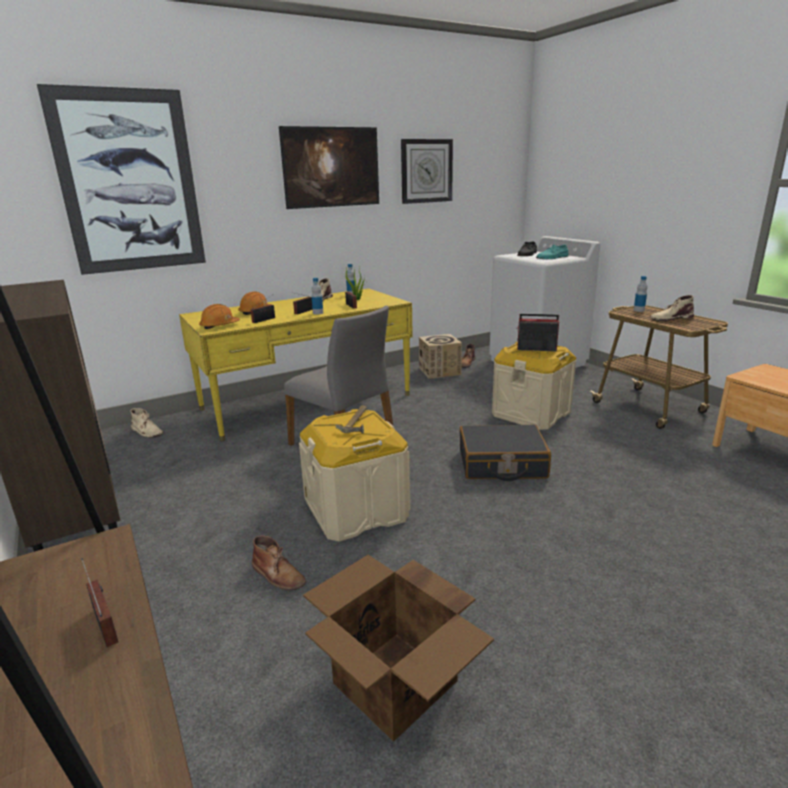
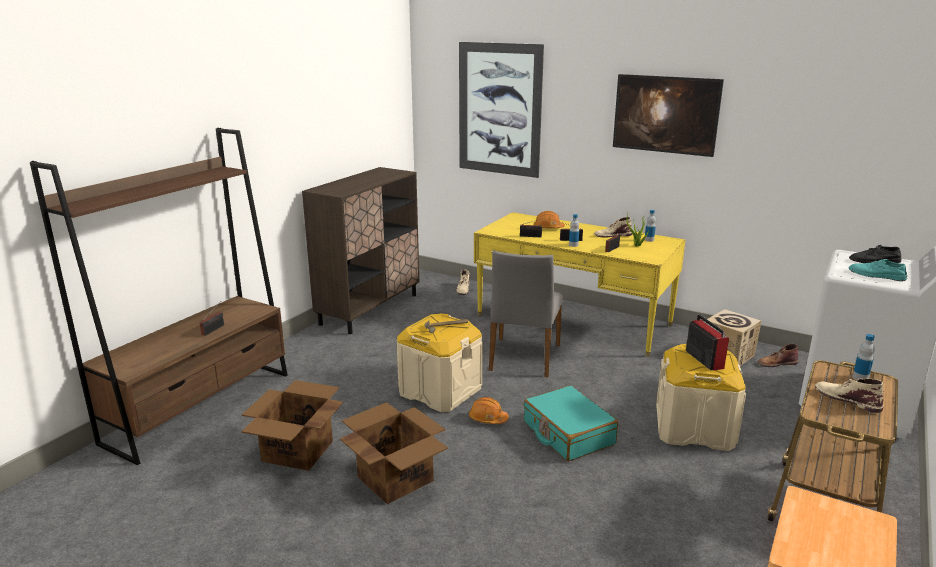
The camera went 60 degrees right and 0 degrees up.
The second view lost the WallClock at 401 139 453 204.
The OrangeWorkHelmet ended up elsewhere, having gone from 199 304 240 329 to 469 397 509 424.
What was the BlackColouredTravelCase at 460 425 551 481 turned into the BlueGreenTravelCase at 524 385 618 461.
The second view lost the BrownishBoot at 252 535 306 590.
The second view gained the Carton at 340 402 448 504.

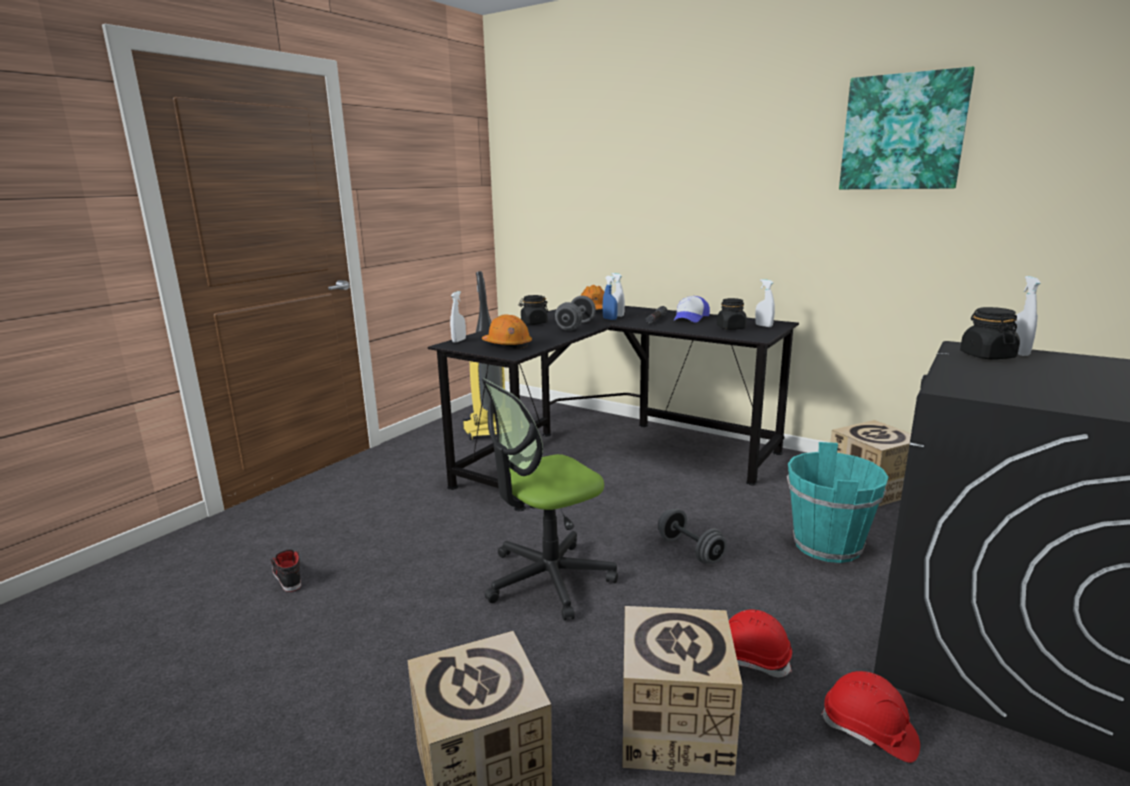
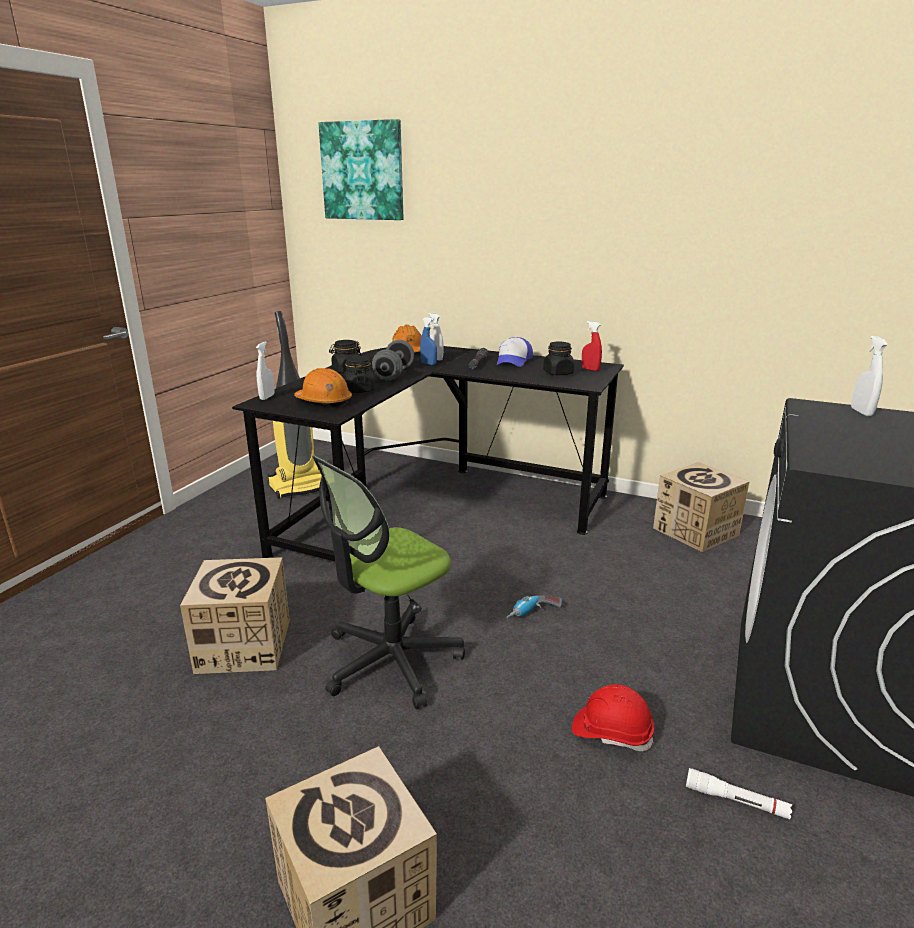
The camera went 10 degrees left and 5 degrees up.
The WallPicture ended up elsewhere, having gone from 839 67 975 189 to 319 119 403 220.
What was the WhiteSprayBottle at 755 279 775 327 turned into the RedColouredSprayBottle at 582 321 602 371.
The BlackColouredStorageJar ended up elsewhere, having gone from 960 307 1020 359 to 344 356 375 393.
The second view lost the BlueGreenWaterBucket at 787 442 888 563.
Where the GreyDumbbell stood at 658 509 727 564, the PowerDrill came to stand at 506 595 562 618.
The second view lost the BlackColouredLowShoe at 270 549 301 592.
The Carton ended up elsewhere, having gone from 623 606 742 776 to 180 557 290 674.
Where the RedColouredWorkHelmet stood at 821 671 920 763, the WhiteFlashlight came to stand at 686 768 792 819.

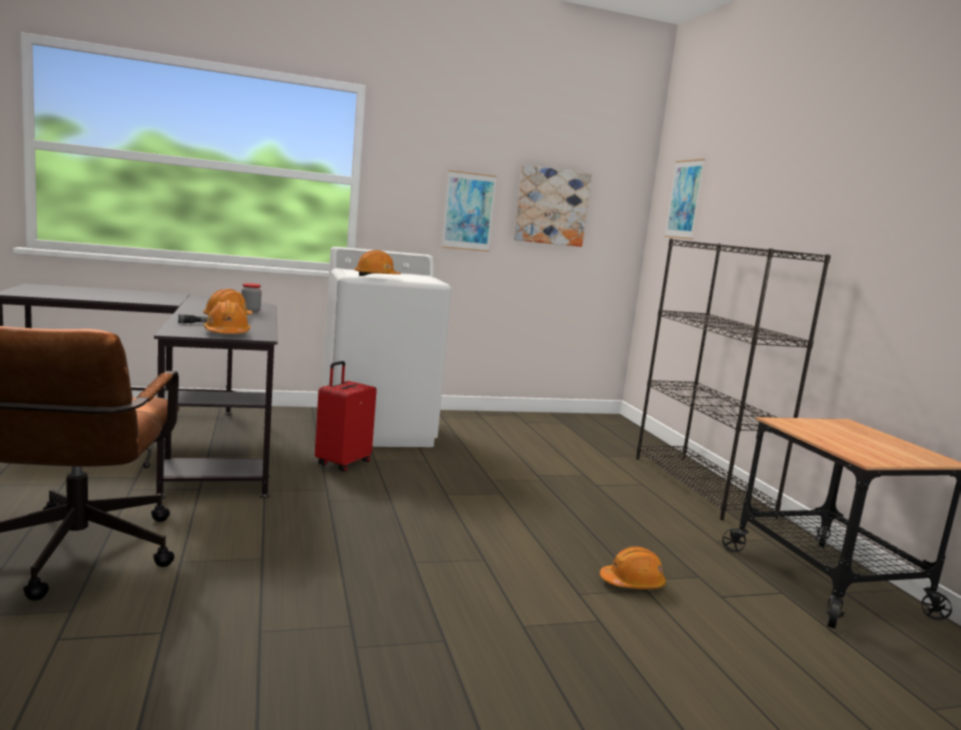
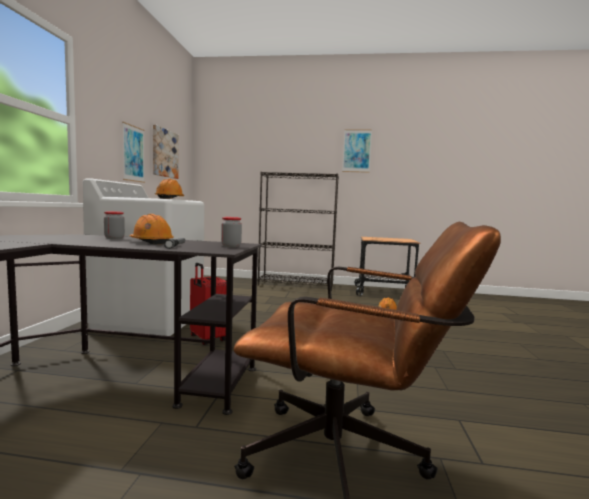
The camera went 65 degrees left and 5 degrees down.
The WallPicture ended up elsewhere, having gone from 664 159 705 240 to 342 129 372 173.
Where the OrangeWorkHelmet stood at 204 300 251 334, the StorageJar came to stand at 221 217 242 247.

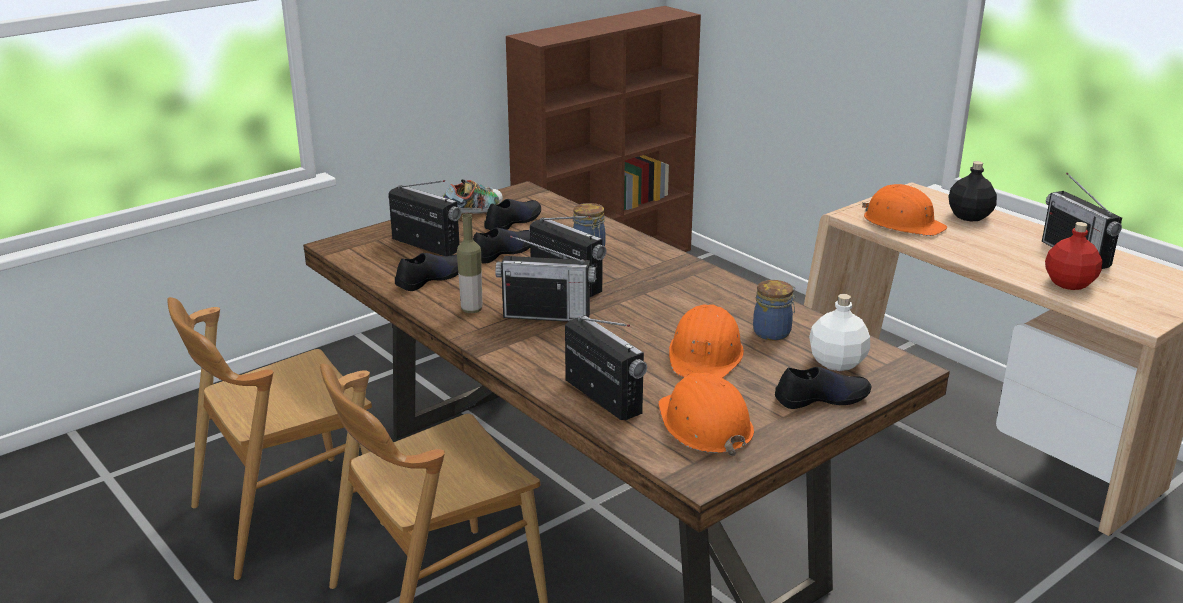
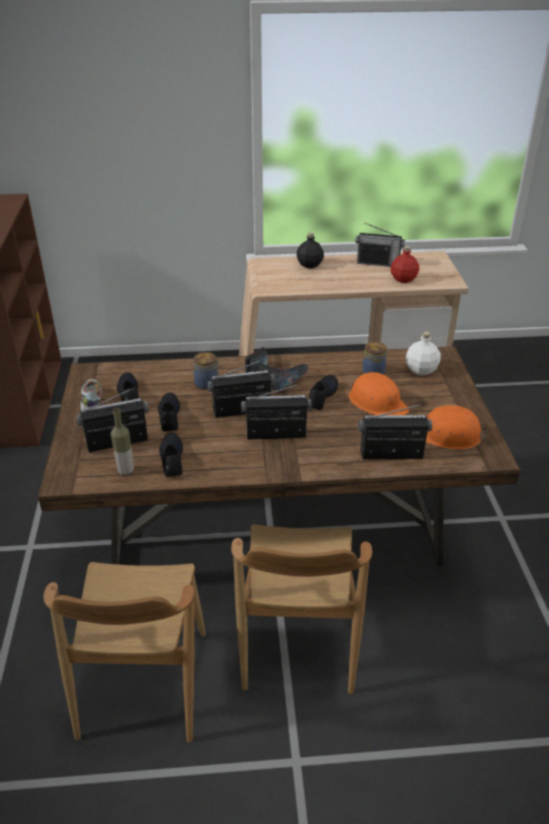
The camera went 55 degrees left and 10 degrees up.
The second view lost the OrangeWorkHelmet at 862 184 947 236.
The BeverageBottle ended up elsewhere, having gone from 457 214 483 313 to 111 408 134 476.
The Radio at 495 236 596 322 ended up facing another way, 135 degrees counterclockwise from before.
The BlackColouredLowShoe ended up elsewhere, having gone from 775 367 871 409 to 308 375 338 410.
The second view gained the PowerDrill at 245 347 308 391.

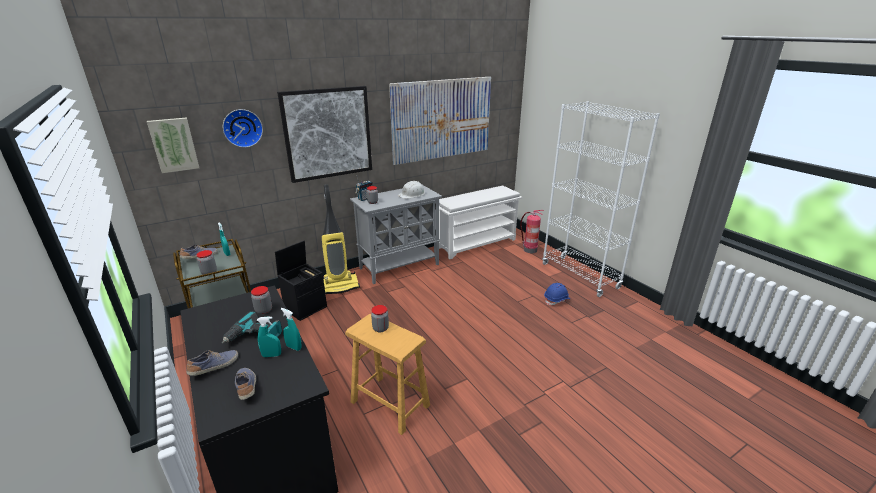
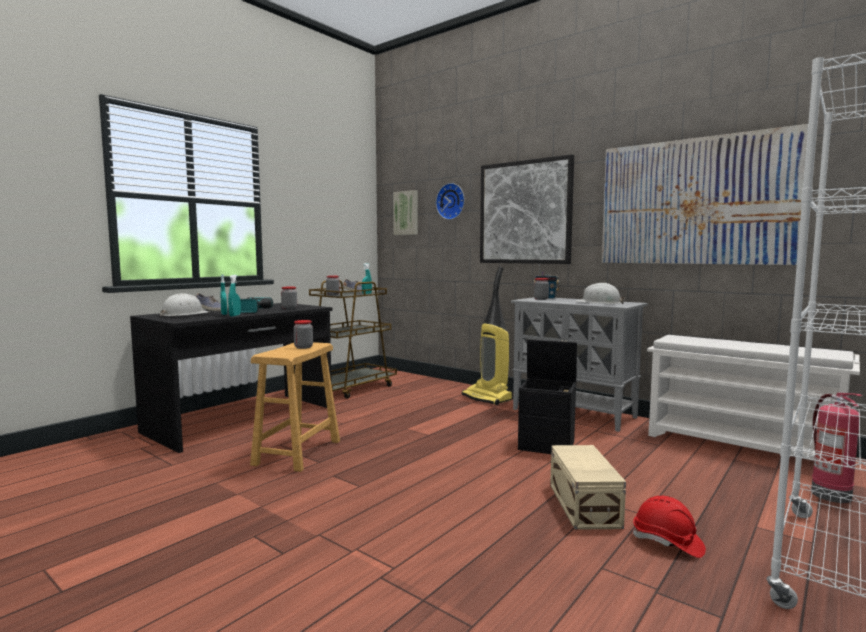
The camera went 70 degrees right and 20 degrees down.
The BlackColouredStorageBox ended up elsewhere, having gone from 275 240 327 321 to 518 339 577 454.
What was the BlueWorkHelmet at 544 283 570 305 turned into the RedColouredWorkHelmet at 632 496 706 558.
Where the LowShoe stood at 235 368 256 400, the WhiteWorkHelmet came to stand at 160 293 210 317.
The second view gained the BeigeColouredStorageBox at 550 445 626 530.

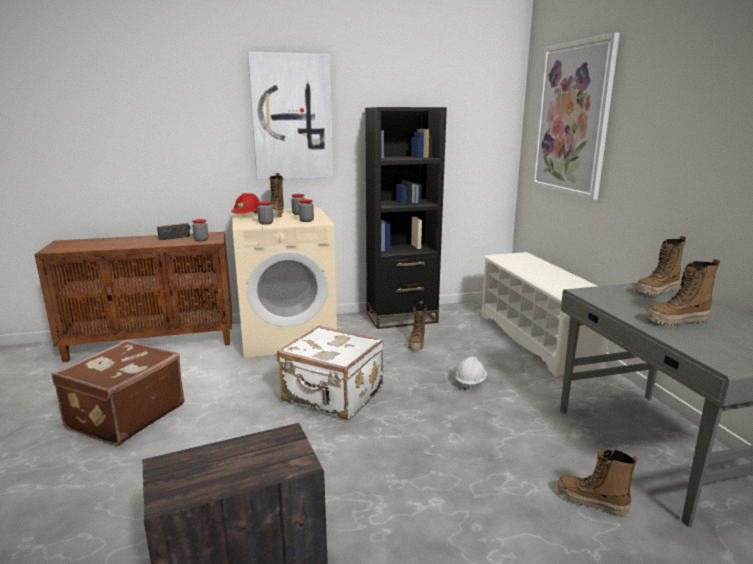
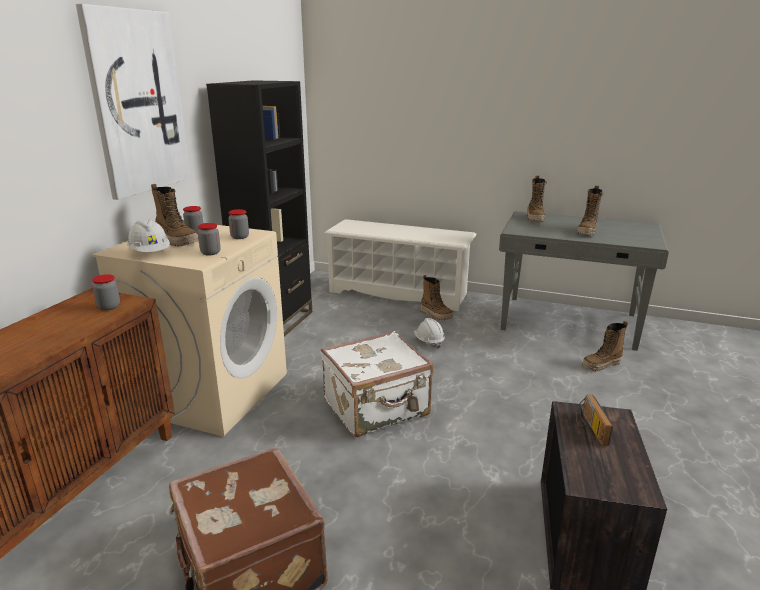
The camera went 55 degrees left and 5 degrees up.
The second view lost the WallPicture at 532 32 620 200.
What was the RedColouredWorkHelmet at 231 193 260 214 turned into the WhiteWorkHelmet at 127 219 170 252.
The Radio ended up elsewhere, having gone from 157 223 190 240 to 576 395 613 446.
The Boot ended up elsewhere, having gone from 408 301 427 349 to 420 275 453 321.

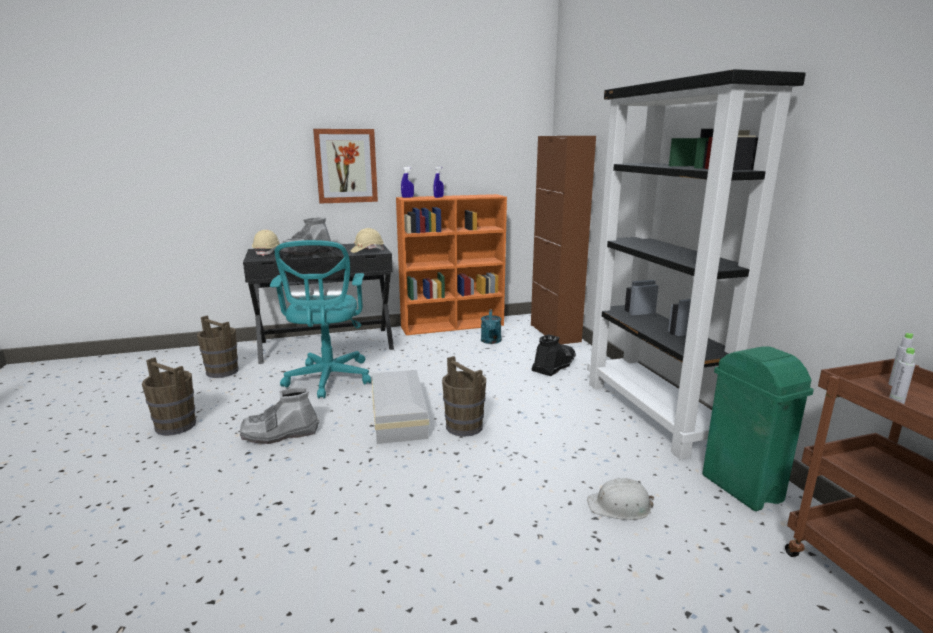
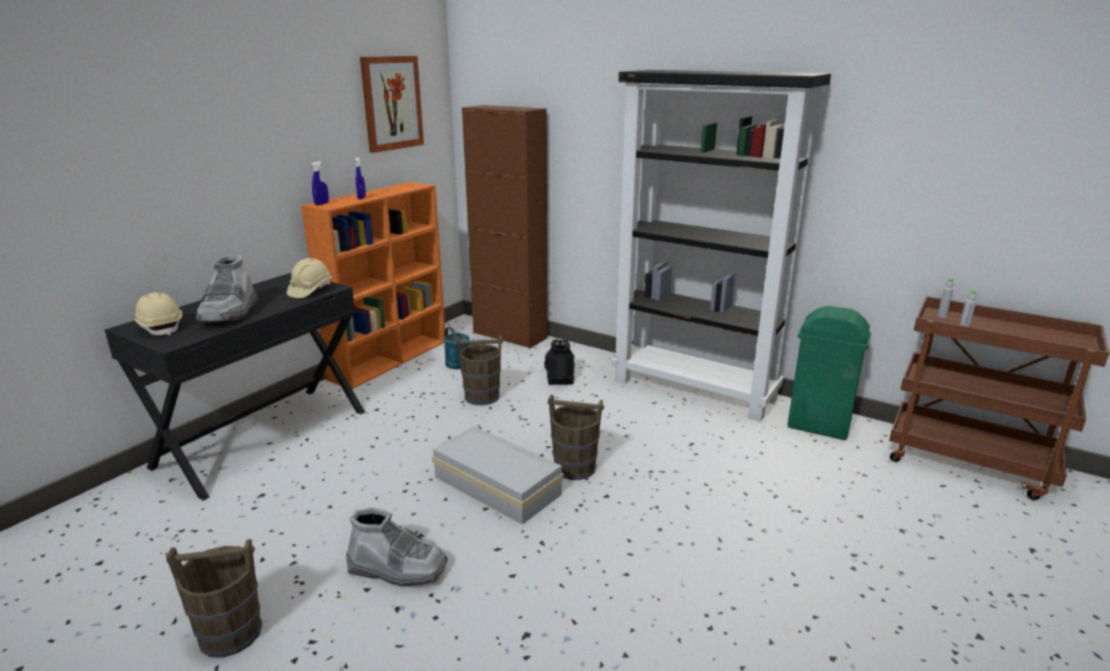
The camera went 40 degrees left and 5 degrees up.
The WallPicture ended up elsewhere, having gone from 313 129 378 204 to 360 56 424 153.
The second view lost the BlueGreenDeskChair at 270 240 371 399.
The BrownishWaterBucket ended up elsewhere, having gone from 197 316 239 378 to 456 335 503 406.
The GreyBoot at 240 387 318 444 ended up facing another way, 105 degrees counterclockwise from before.
The second view lost the WhiteWorkHelmet at 587 478 654 520.

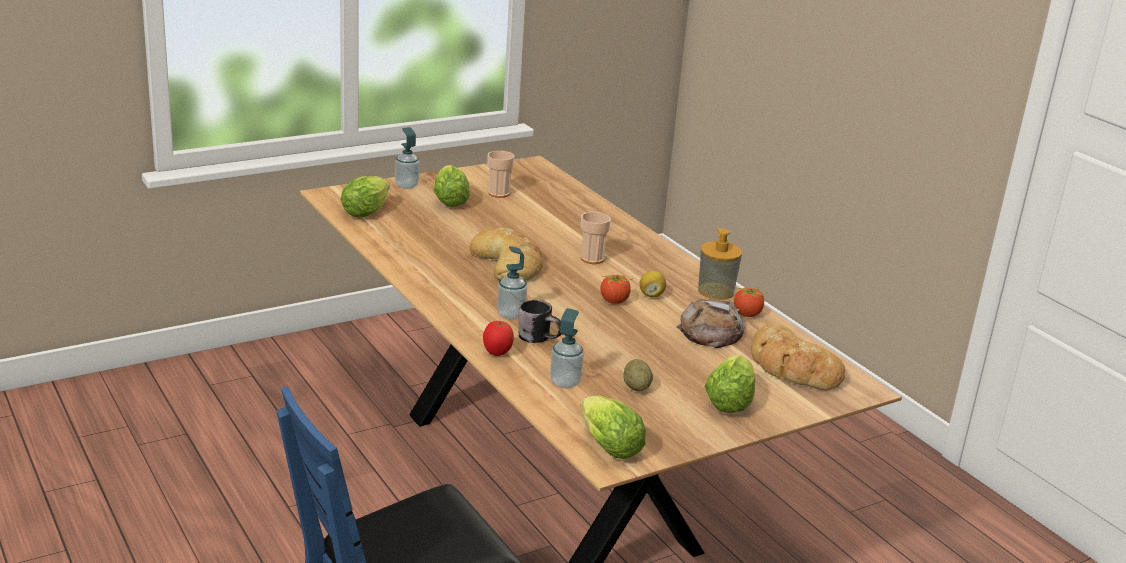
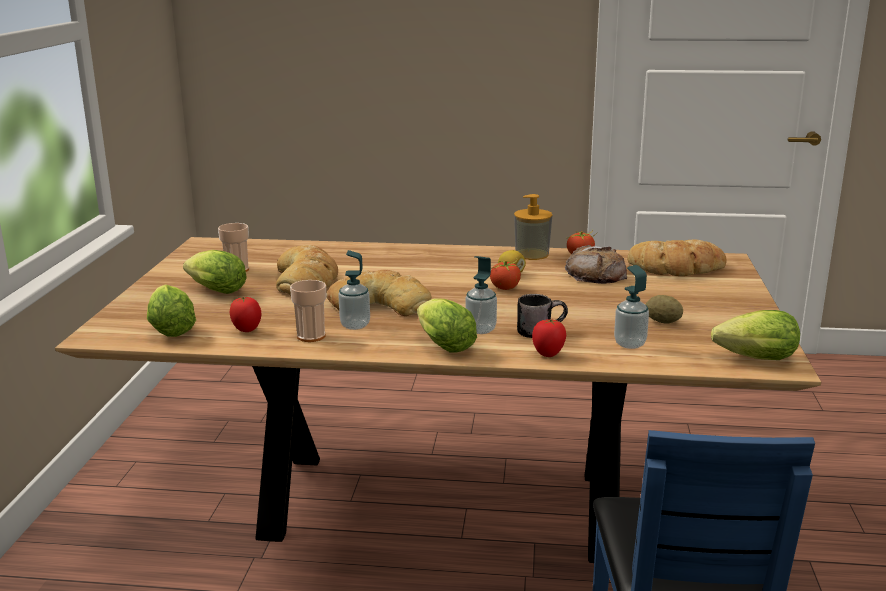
The camera went 50 degrees left and 5 degrees down.
The SoapBottle ended up elsewhere, having gone from 395 127 419 189 to 338 250 370 330.
The Cup ended up elsewhere, having gone from 581 212 611 264 to 290 280 326 342.
The LettuceHead ended up elsewhere, having gone from 705 355 756 413 to 417 299 477 352.
The second view gained the BakeryBread at 276 245 338 295.
The second view gained the WholeTomato at 230 296 261 332.

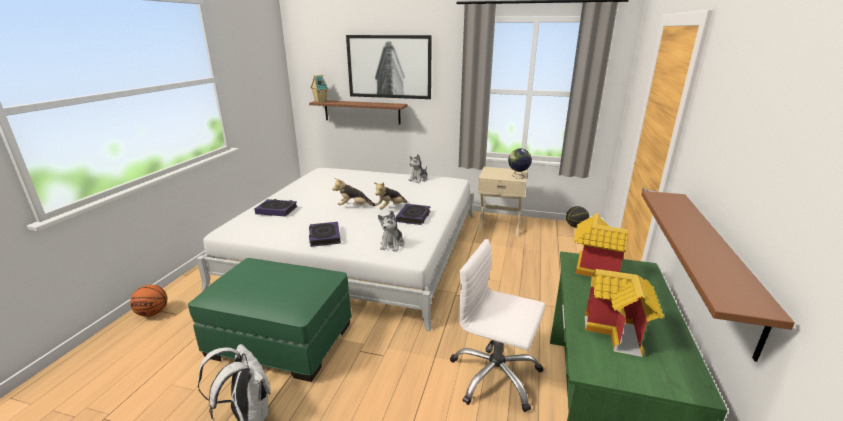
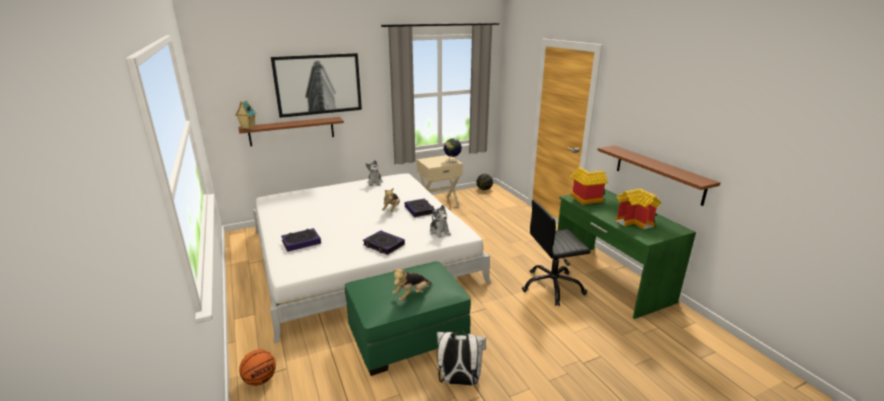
The camera went 40 degrees left and 0 degrees up.
The SoftToy ended up elsewhere, having gone from 332 178 376 206 to 392 269 432 301.
What was the WhiteDeskChair at 450 239 545 412 turned into the BlackColouredDeskChair at 522 200 591 306.

